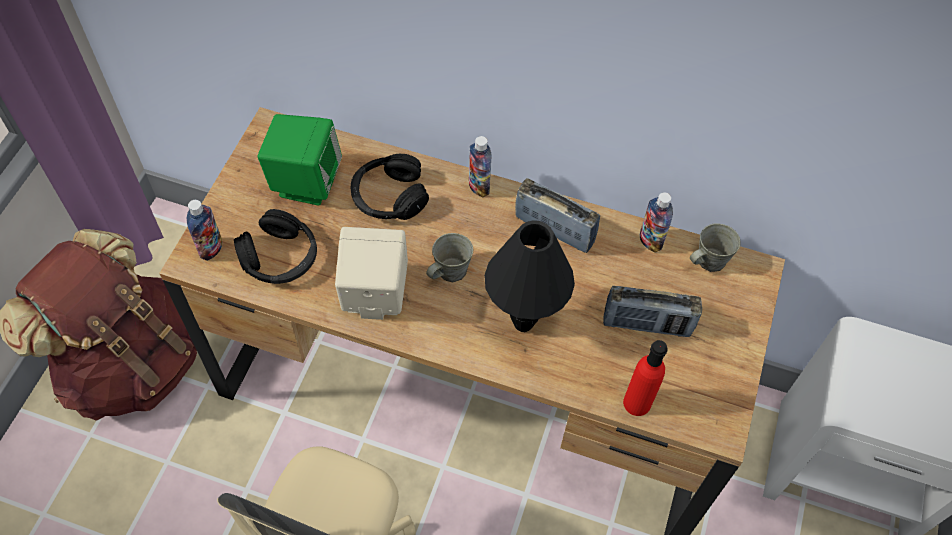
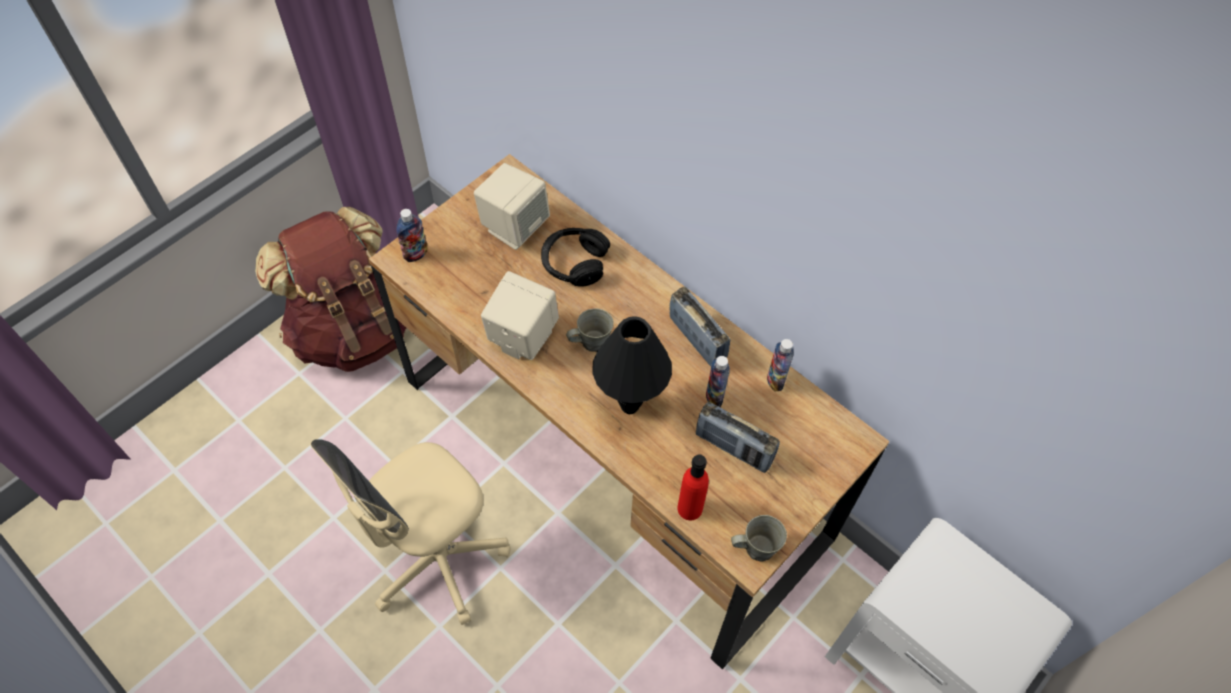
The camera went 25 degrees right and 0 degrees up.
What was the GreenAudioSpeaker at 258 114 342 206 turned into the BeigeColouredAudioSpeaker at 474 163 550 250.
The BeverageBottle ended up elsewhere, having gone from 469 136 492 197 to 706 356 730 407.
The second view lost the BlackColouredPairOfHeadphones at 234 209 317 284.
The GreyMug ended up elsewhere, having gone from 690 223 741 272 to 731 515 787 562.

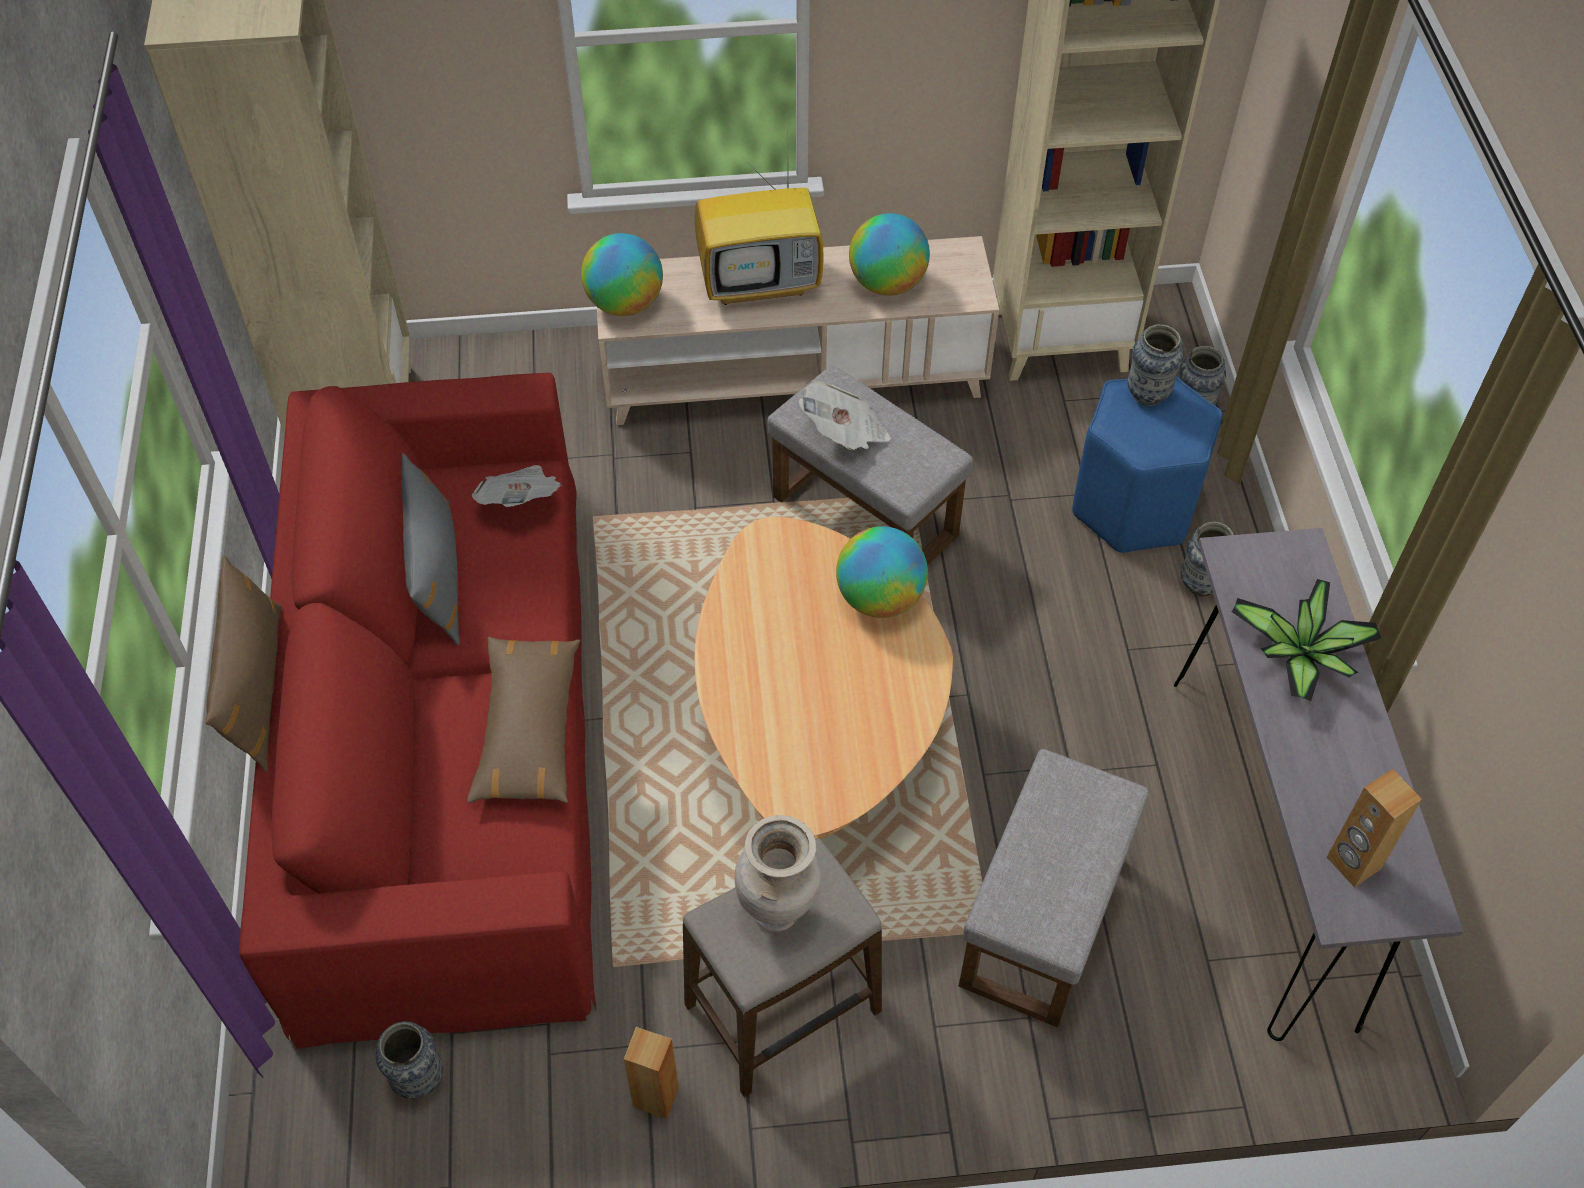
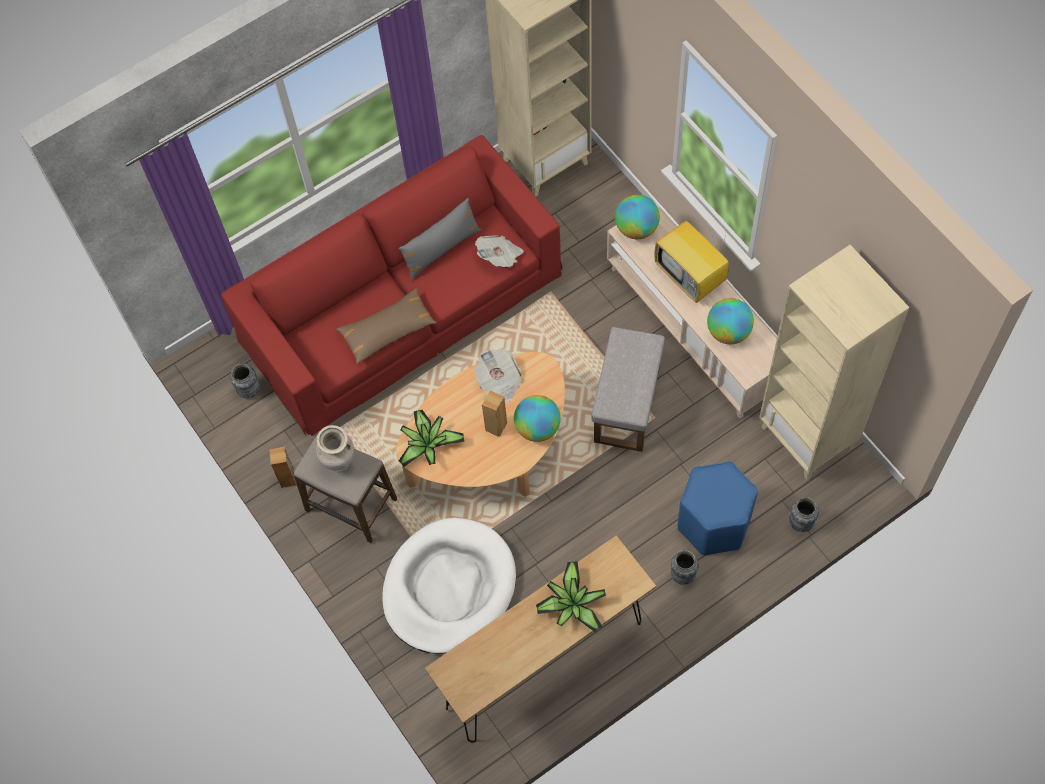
The camera went 65 degrees right and 10 degrees up.
The second view lost the FlowerVase at 1127 324 1183 406.
The Newspaper ended up elsewhere, having gone from 798 381 891 450 to 474 349 524 402.
What was the GreyNarrowTable at 1174 528 1464 1041 turned into the BrownishNarrowTable at 425 536 656 743.
The second view lost the BrownishThrowPillow at 205 555 282 772.
Where the GreyOttoman stood at 959 749 1149 1028, the WhitePetBed came to stand at 382 518 516 654.
The BrownishAudioSpeaker ended up elsewhere, having gone from 1327 769 1422 887 to 482 391 507 437.
The second view gained the PottedPlant at 399 410 464 467.

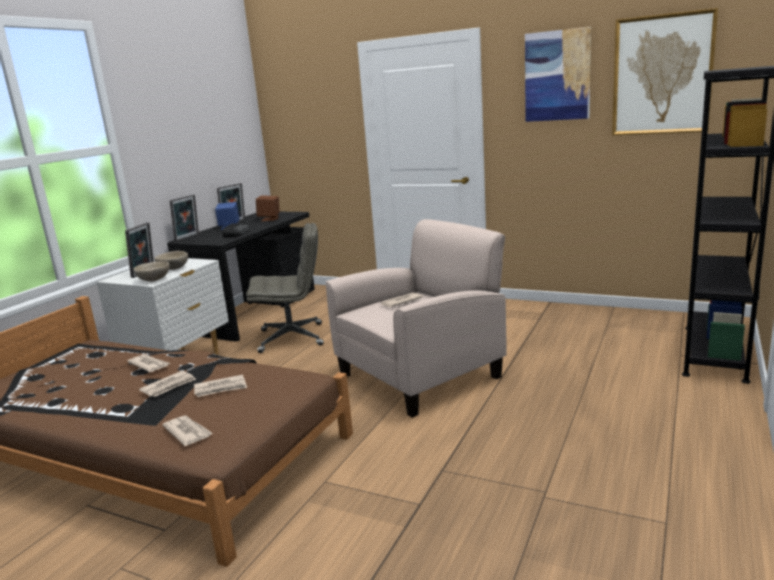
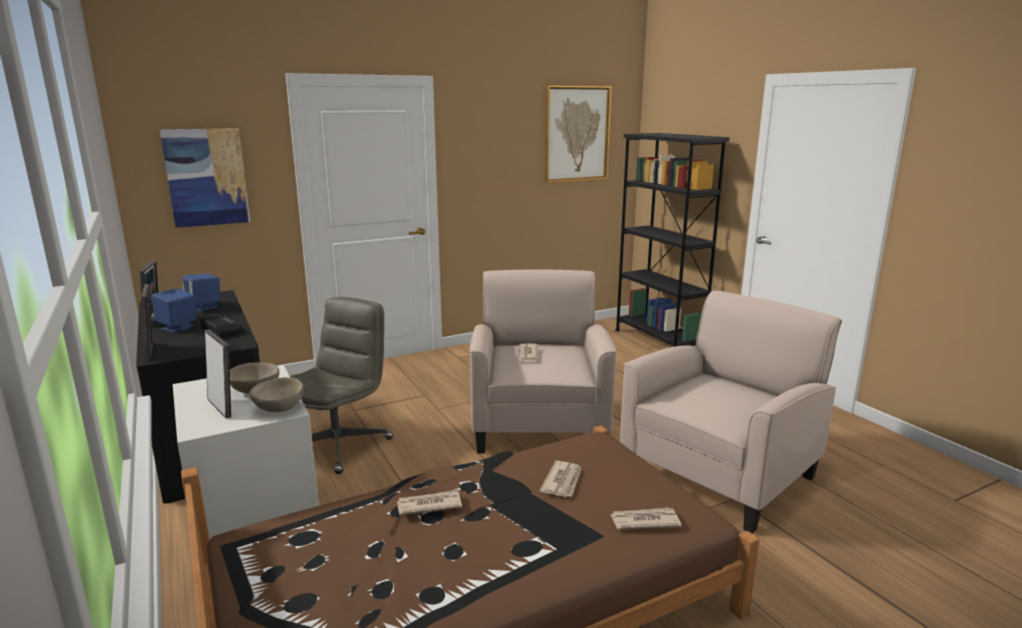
The camera went 55 degrees left and 0 degrees up.
The WallPicture ended up elsewhere, having gone from 525 27 592 122 to 160 128 250 228.
What was the BrownishAudioSpeaker at 256 195 280 221 turned into the BlueAudioSpeaker at 182 274 221 312.
The second view lost the Newspaper at 139 371 196 397.
The second view gained the BeigeColouredLoungeChair at 620 291 842 534.

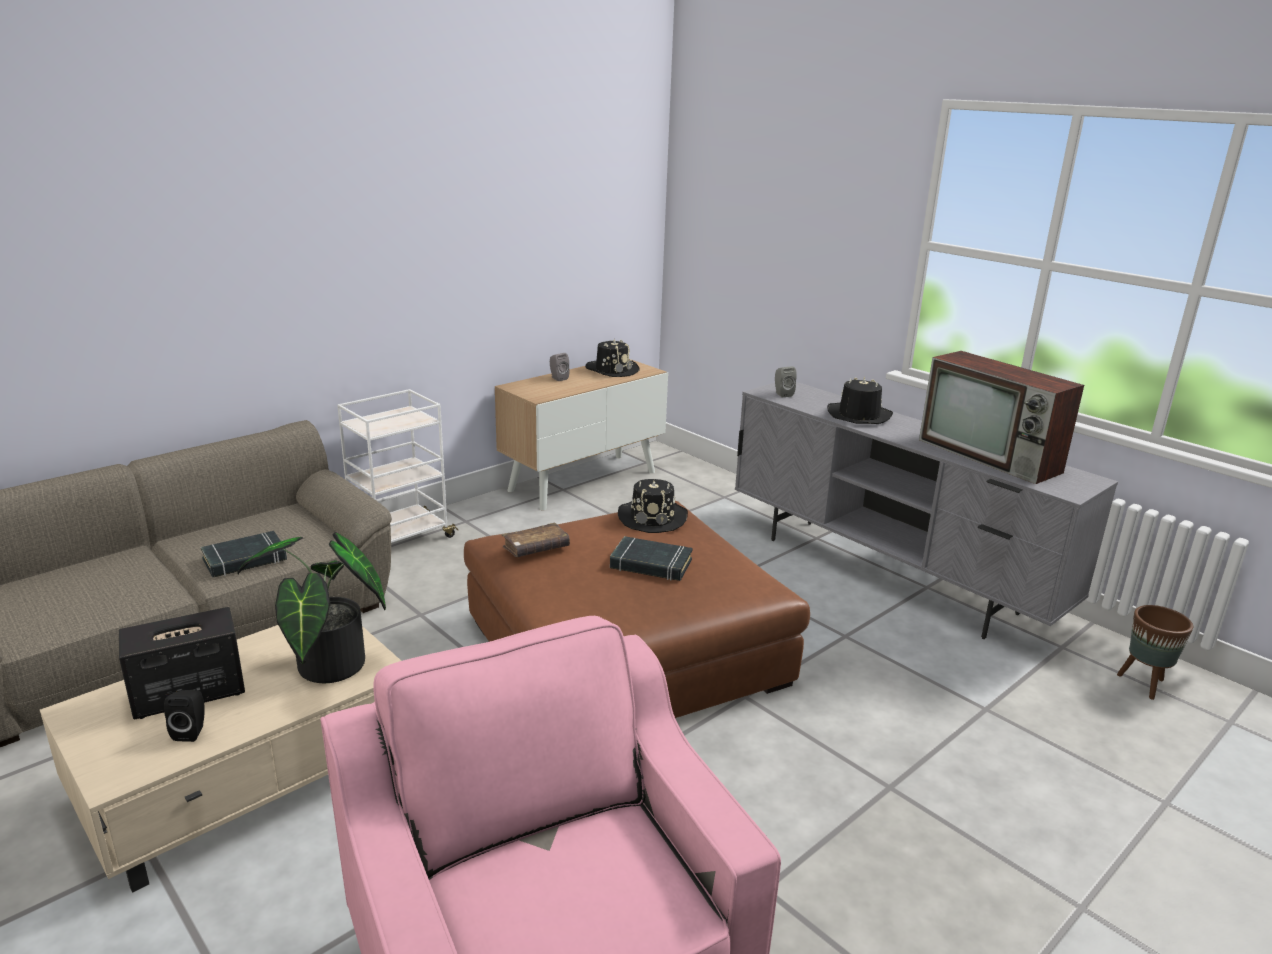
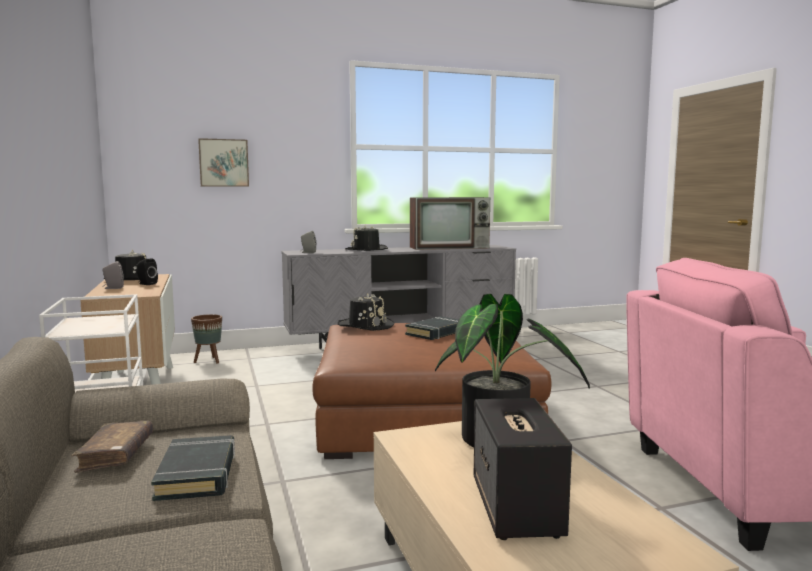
The camera went 65 degrees left and 15 degrees down.
The BrownishBook ended up elsewhere, having gone from 502 522 570 557 to 72 421 153 473.
The BrownishPlantPot ended up elsewhere, having gone from 1117 605 1193 700 to 191 314 222 364.
The BlackColouredAudioSpeaker ended up elsewhere, having gone from 164 690 205 742 to 136 258 158 285.
The second view gained the WallPicture at 198 138 249 187.

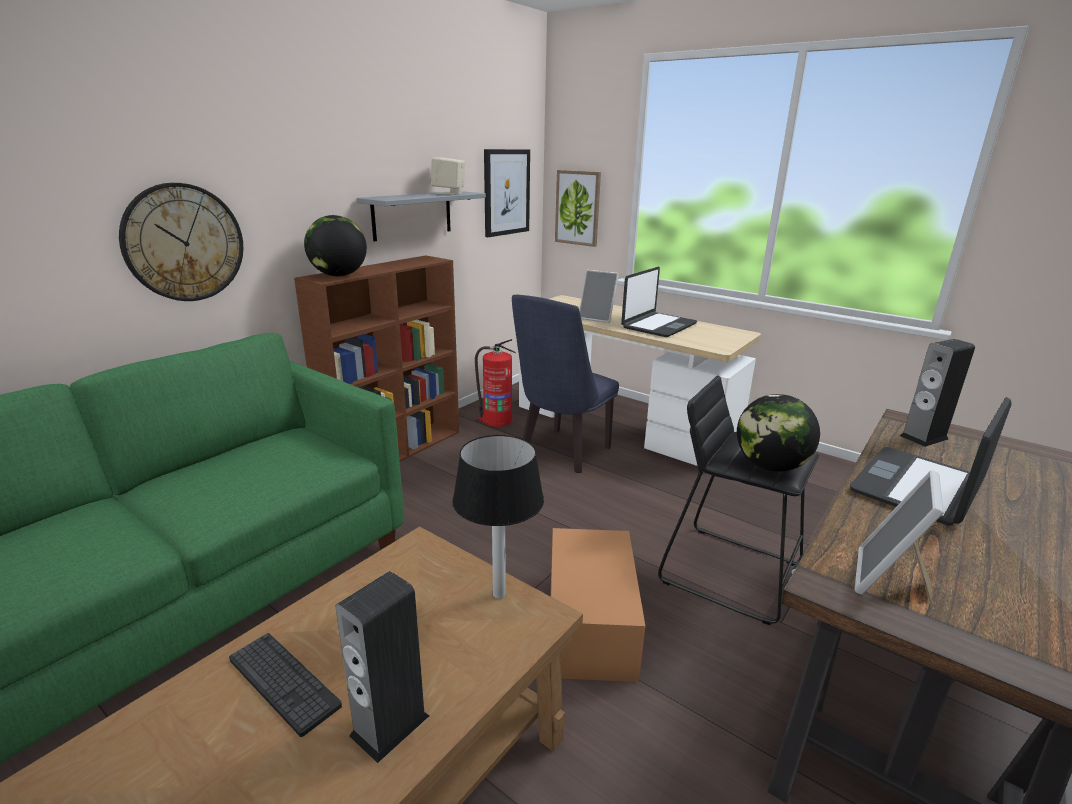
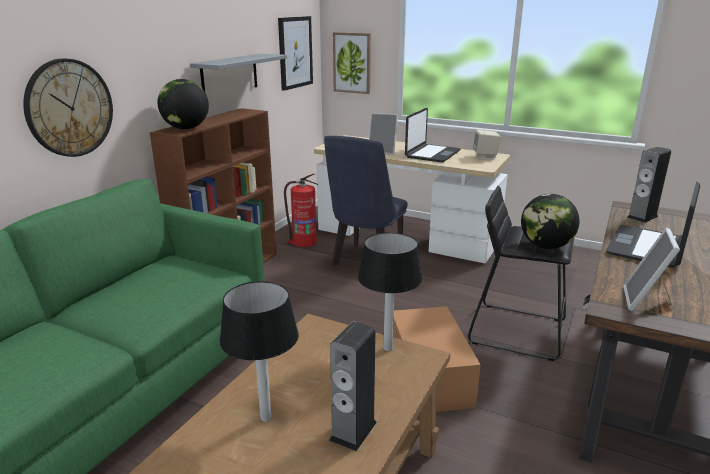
The camera went 10 degrees left and 0 degrees up.
The BeigeColouredAudioSpeaker ended up elsewhere, having gone from 431 157 465 195 to 473 130 501 159.
Where the PcKeyboard stood at 229 633 342 737, the TabletopLamp came to stand at 219 281 299 422.

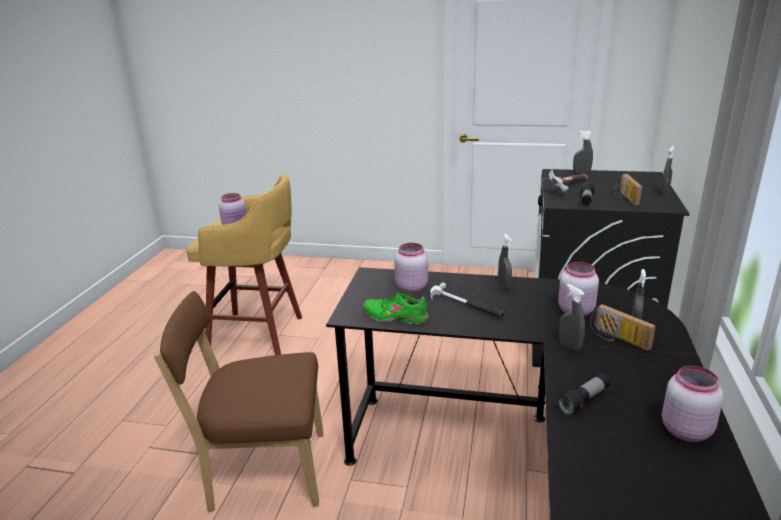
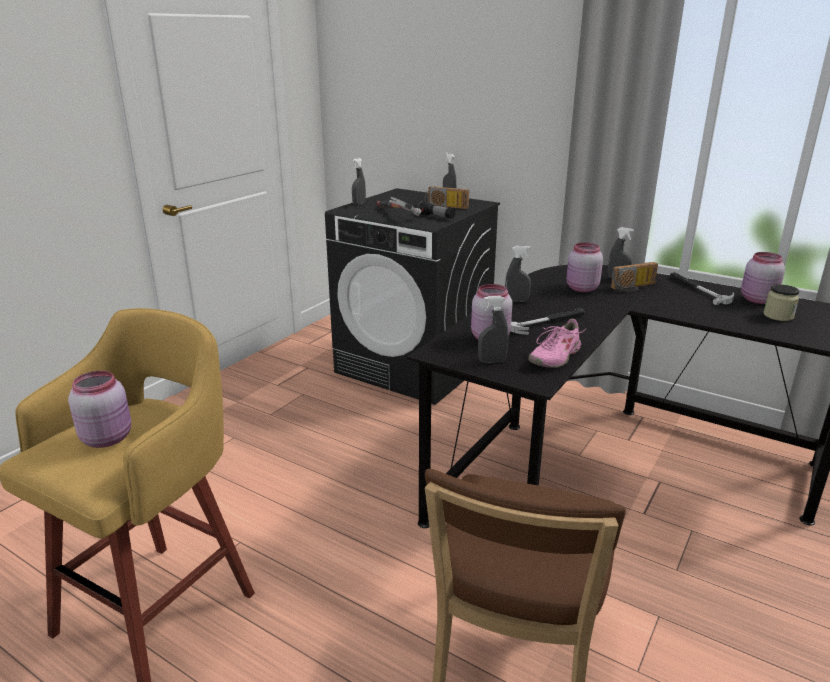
The camera went 70 degrees left and 0 degrees up.
The GreySprayBottle ended up elsewhere, having gone from 559 284 585 351 to 478 296 509 363.
What was the GreenLowShoe at 363 291 429 325 turned into the PinkColouredLowShoe at 528 319 587 368.
The second view lost the Flashlight at 557 373 610 416.
The second view gained the ToolHammer at 670 272 734 305.
The second view gained the StorageJar at 764 284 800 321.

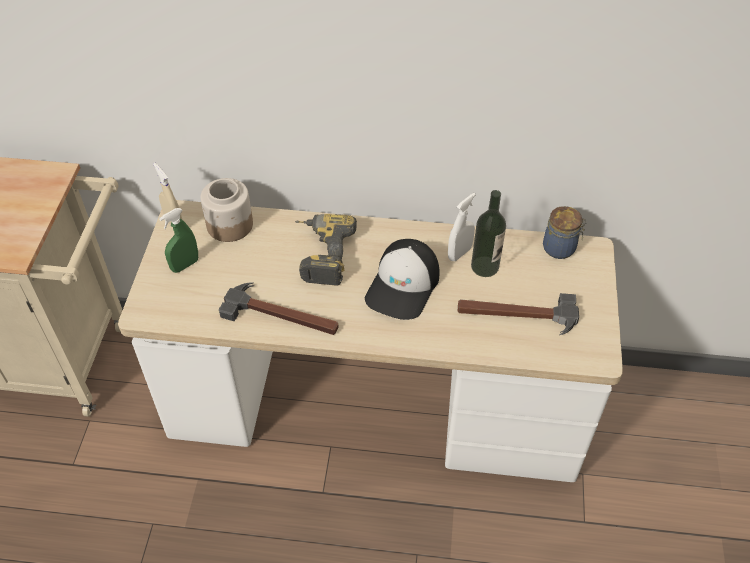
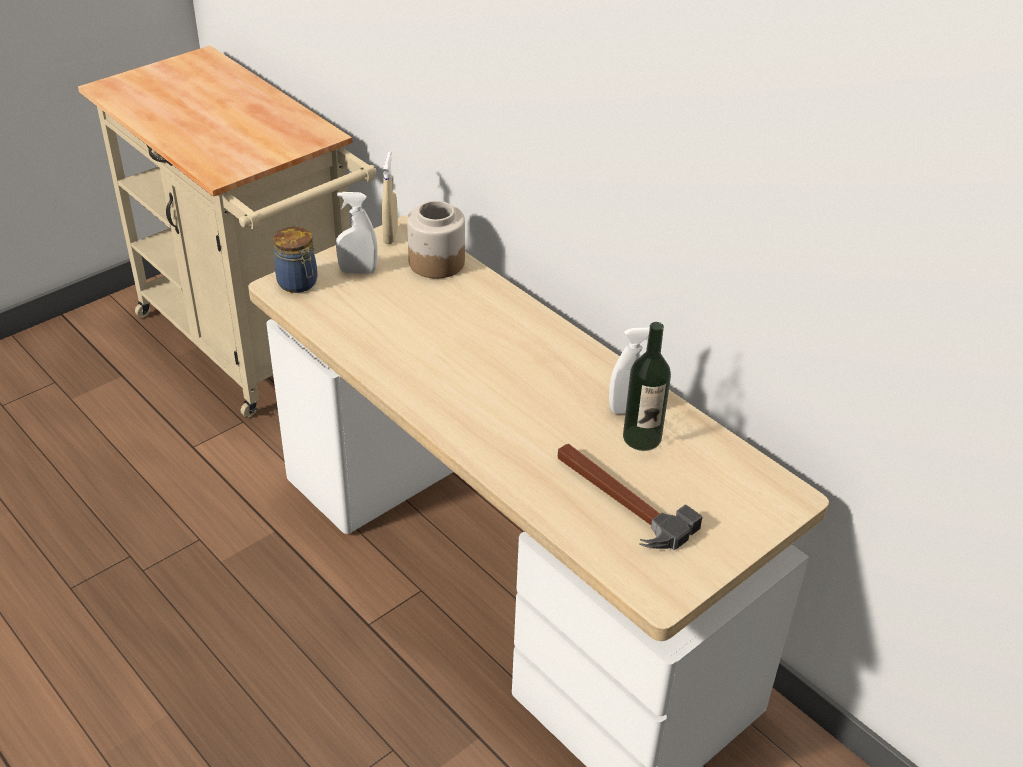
The camera went 40 degrees right and 10 degrees down.
The StorageJar ended up elsewhere, having gone from 543 206 587 259 to 273 227 318 293.
What was the GreenSprayBottle at 159 208 198 273 turned into the WhiteSprayBottle at 336 192 378 274.
The second view lost the PowerDrill at 295 214 357 286.
The second view lost the Cap at 365 239 439 320.
The second view lost the ToolHammer at 219 283 339 335.

